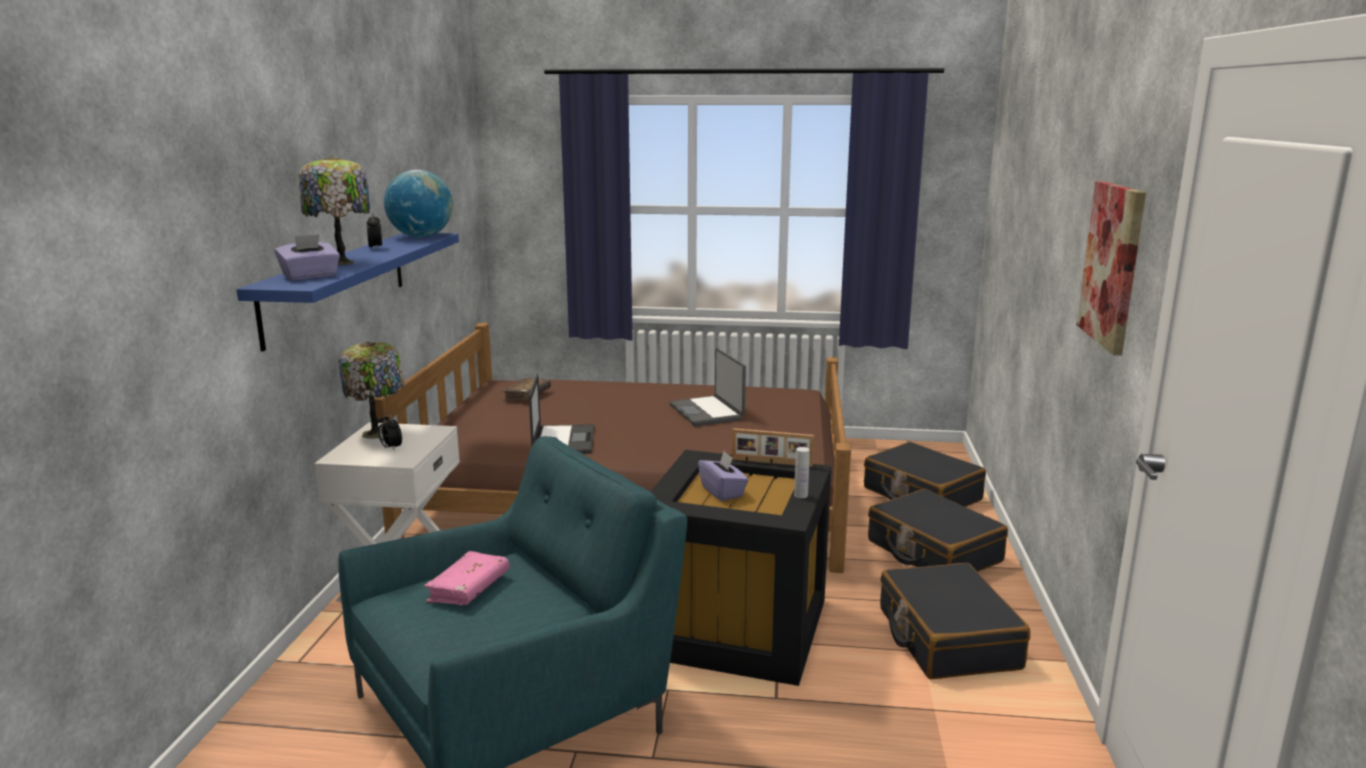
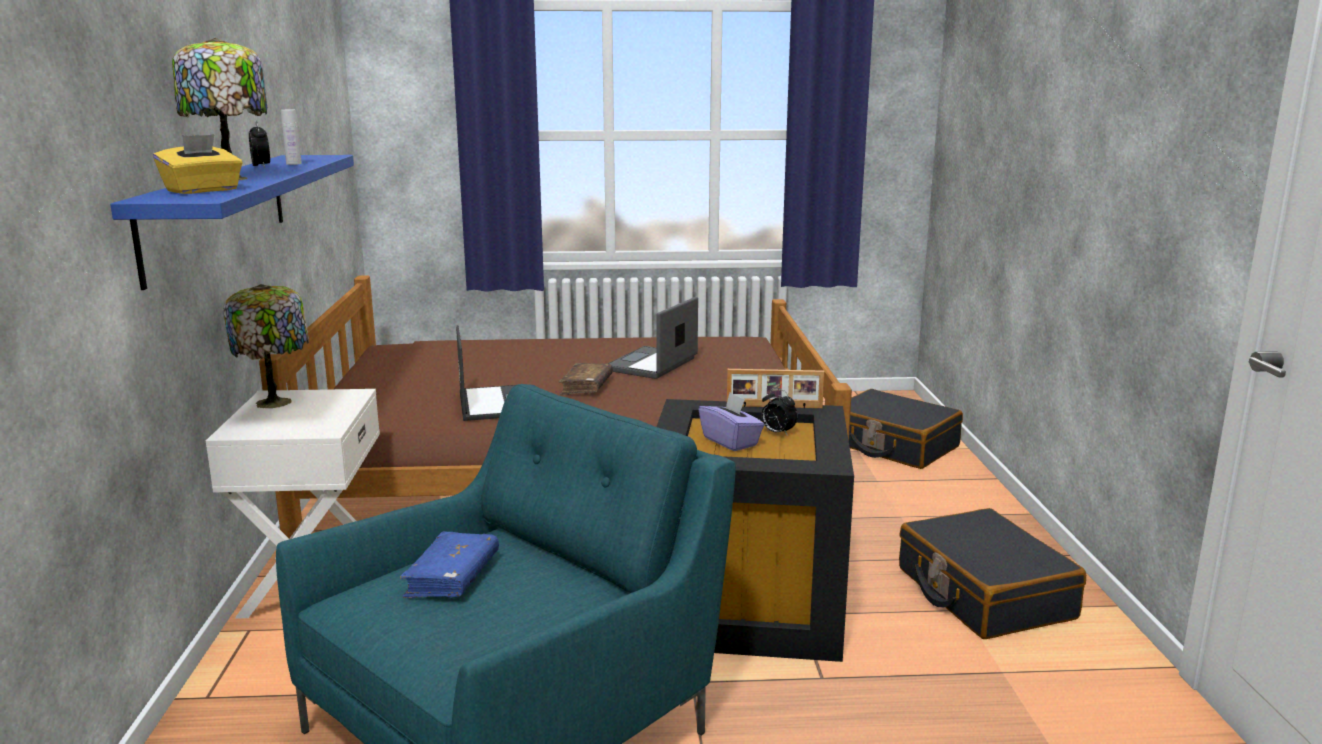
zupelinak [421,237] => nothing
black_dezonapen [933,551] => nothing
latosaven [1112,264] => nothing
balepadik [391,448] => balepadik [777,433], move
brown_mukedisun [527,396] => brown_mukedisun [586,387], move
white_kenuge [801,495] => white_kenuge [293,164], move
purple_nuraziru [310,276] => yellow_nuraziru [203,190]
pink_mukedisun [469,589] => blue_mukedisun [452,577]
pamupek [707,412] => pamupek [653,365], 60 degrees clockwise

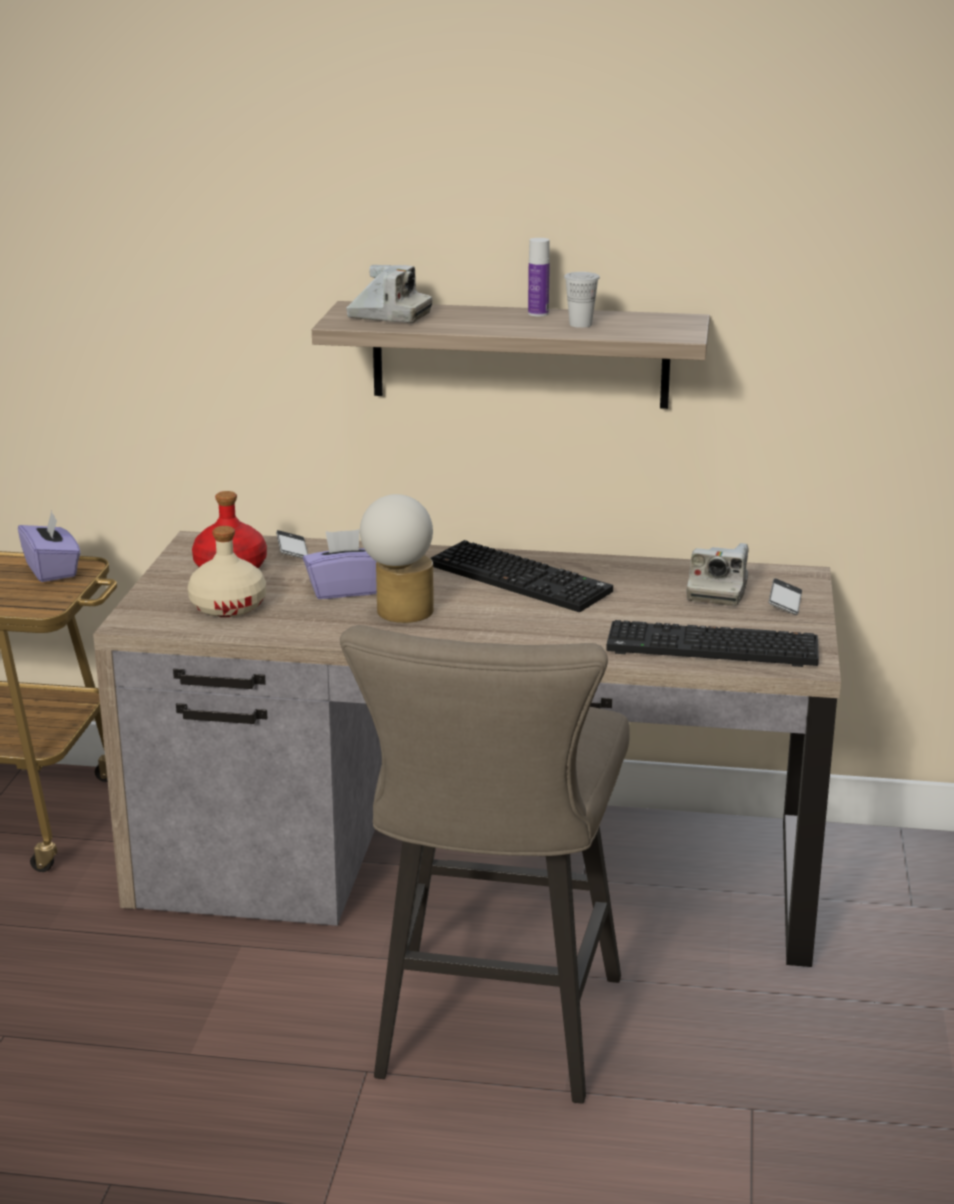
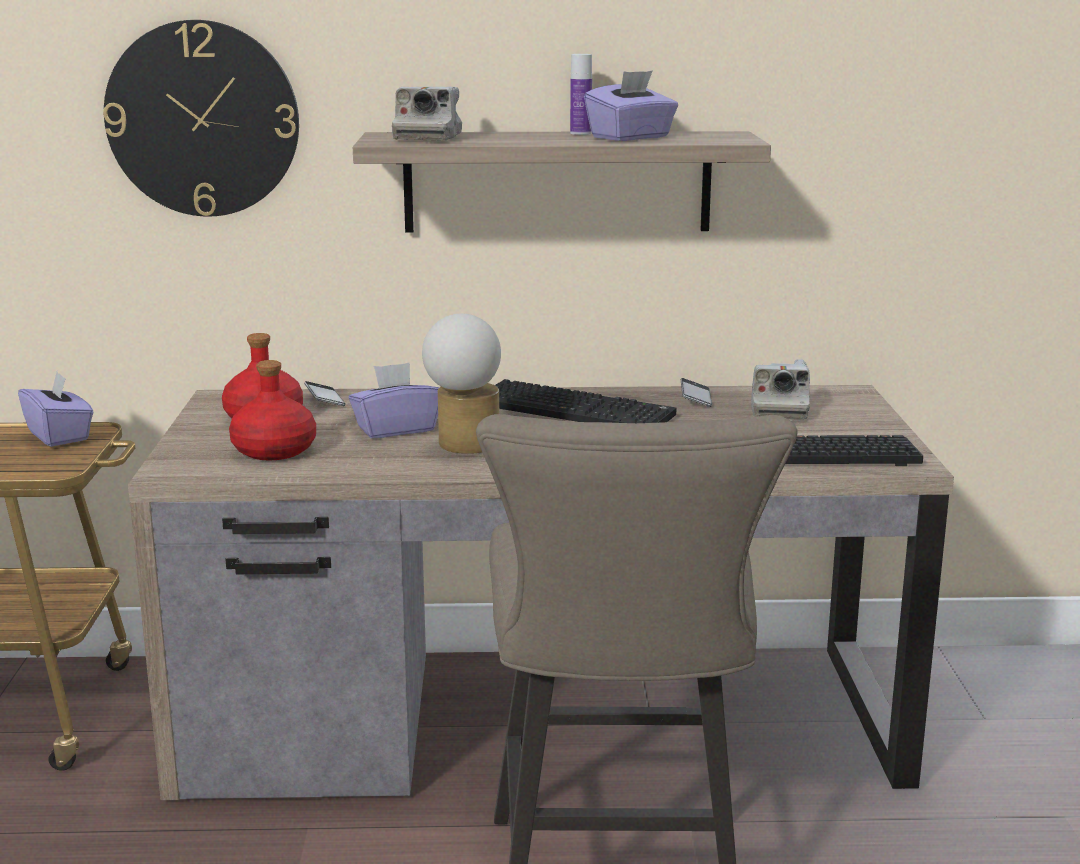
nothing => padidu [203,119]
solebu [785,602] => solebu [695,398], move
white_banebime [580,324] => purple_nuraziru [631,137]
beige_kenuge [228,606] => red_kenuge [274,450]
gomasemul [389,316] => gomasemul [428,137], 90 degrees clockwise

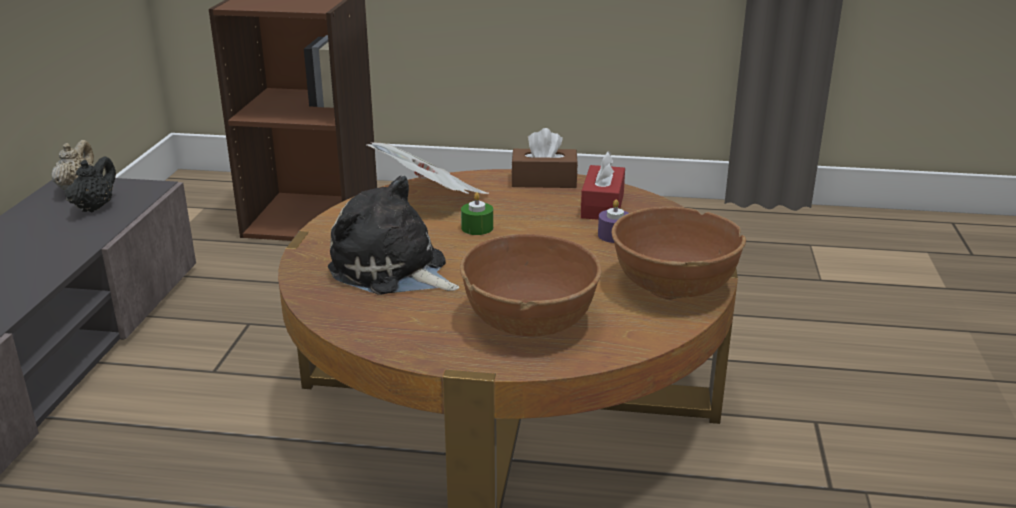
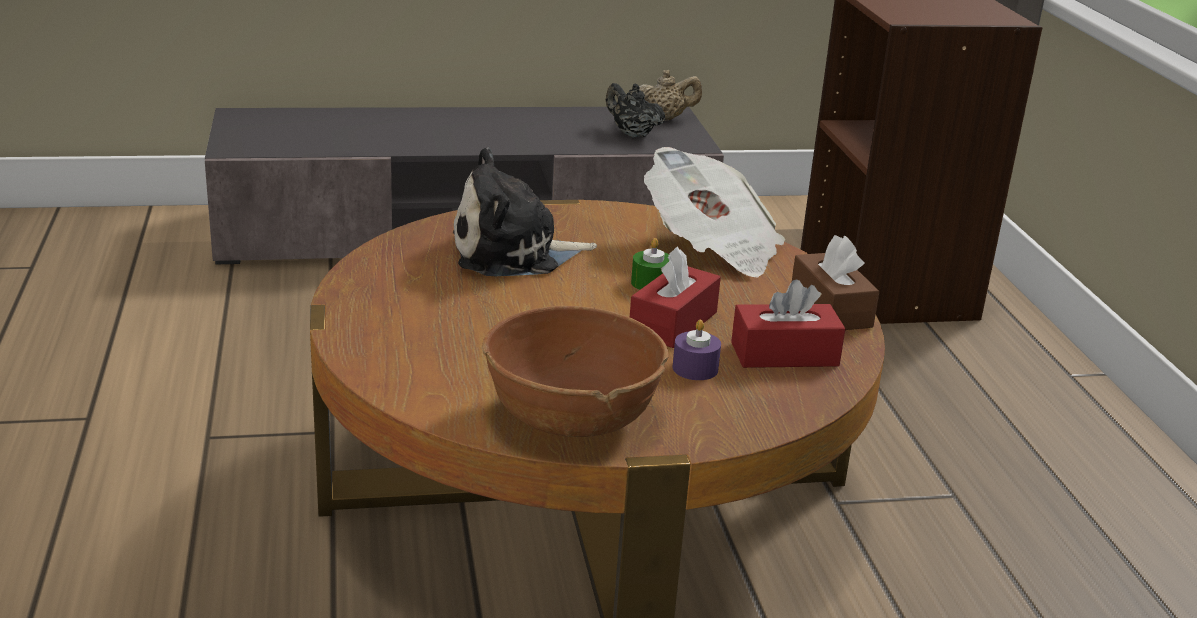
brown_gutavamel [530,321] => nothing
nothing => red_nuraziru [673,323]
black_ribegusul [95,207] => black_ribegusul [632,134], 135 degrees counterclockwise
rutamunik [392,271] => rutamunik [513,253], 120 degrees counterclockwise

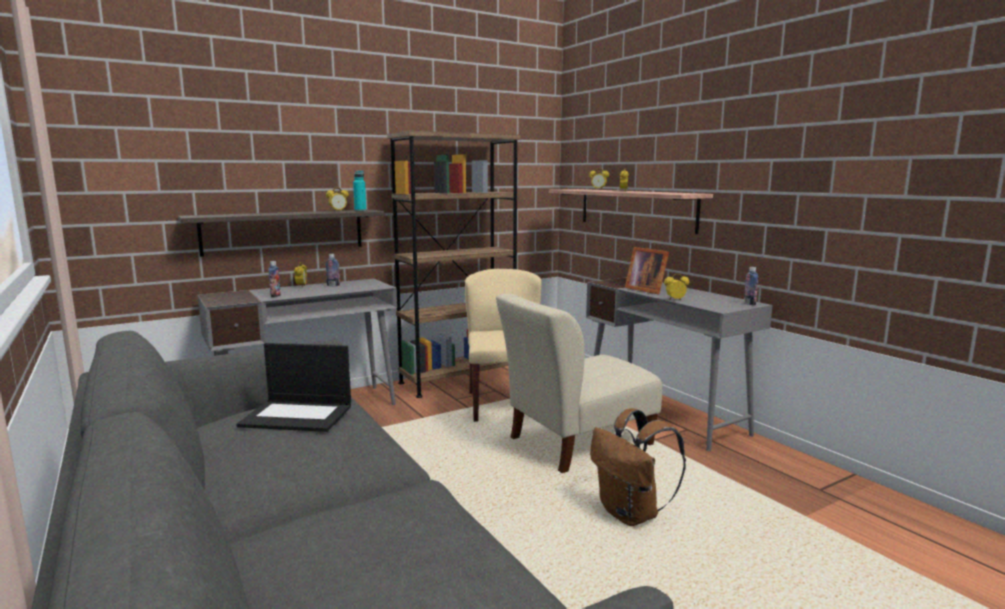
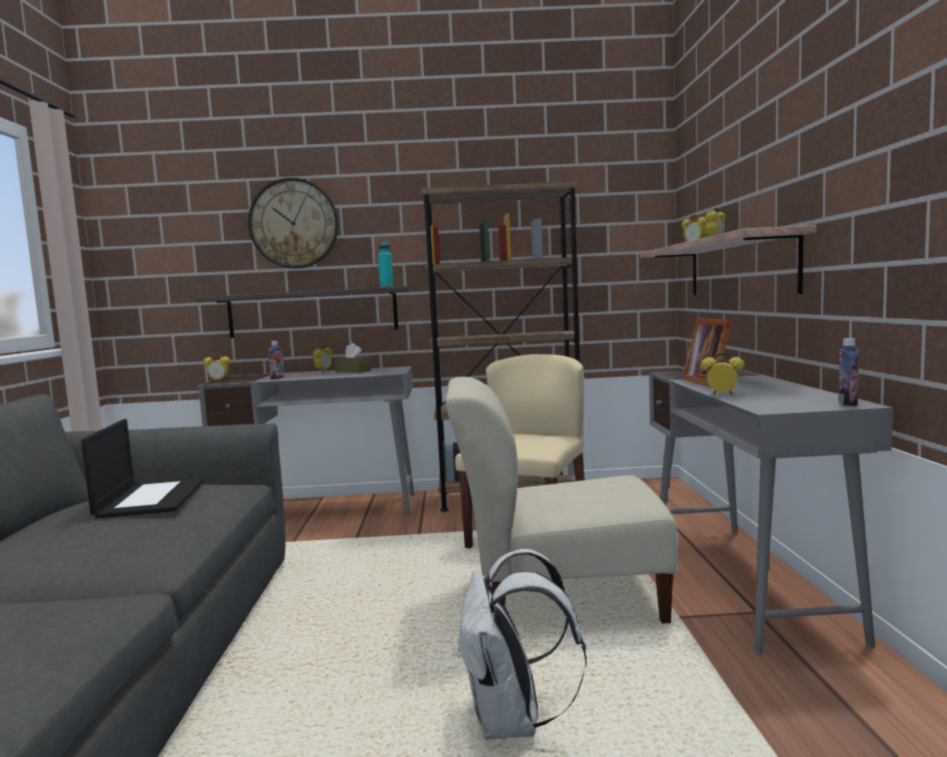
nothing => padidu [294,223]
balepadik [338,211] => balepadik [218,381], move
kenuge [333,285] => brown_nuraziru [353,371]
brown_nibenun [631,514] => white_nibenun [512,721]
pamupek [298,415] => pamupek [151,498], 135 degrees counterclockwise

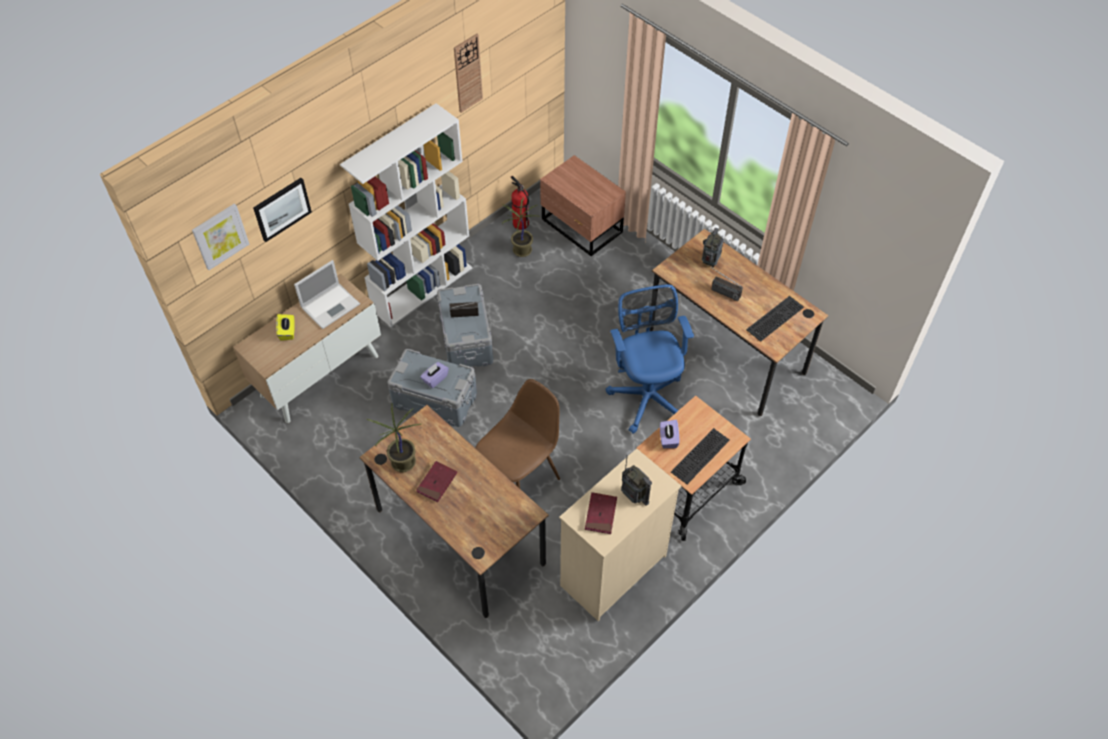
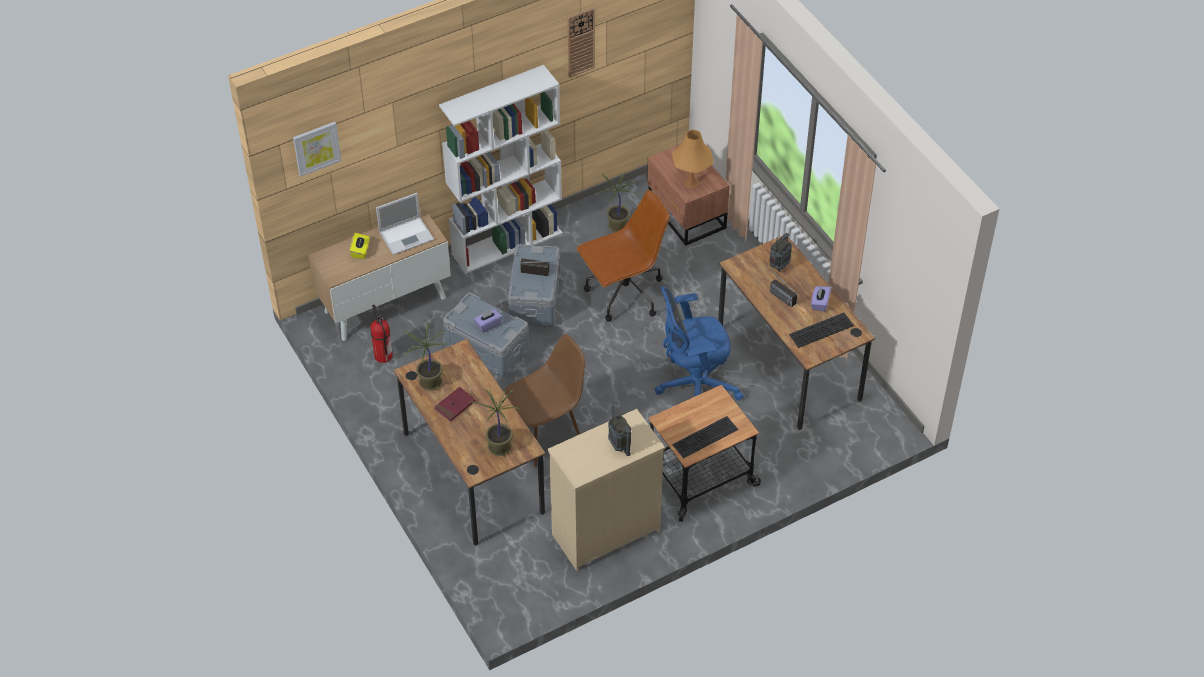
latosaven [282,209] => nothing
red_mukedisun [600,514] => nothing
nothing => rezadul [499,447]
nothing => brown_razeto [624,295]
nothing => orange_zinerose [691,182]
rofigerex [520,223] => rofigerex [382,355], move
purple_nuraziru [668,439] => purple_nuraziru [820,303], move
blue_razeto [646,394] => blue_razeto [694,386], 105 degrees counterclockwise

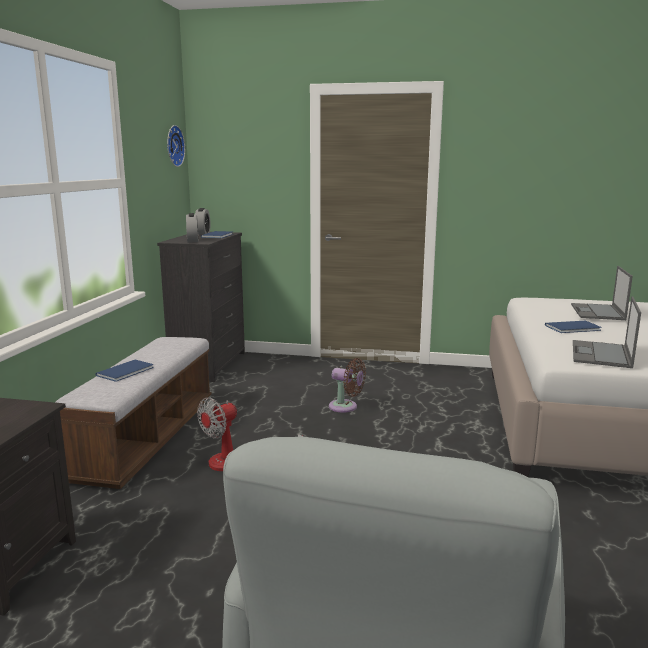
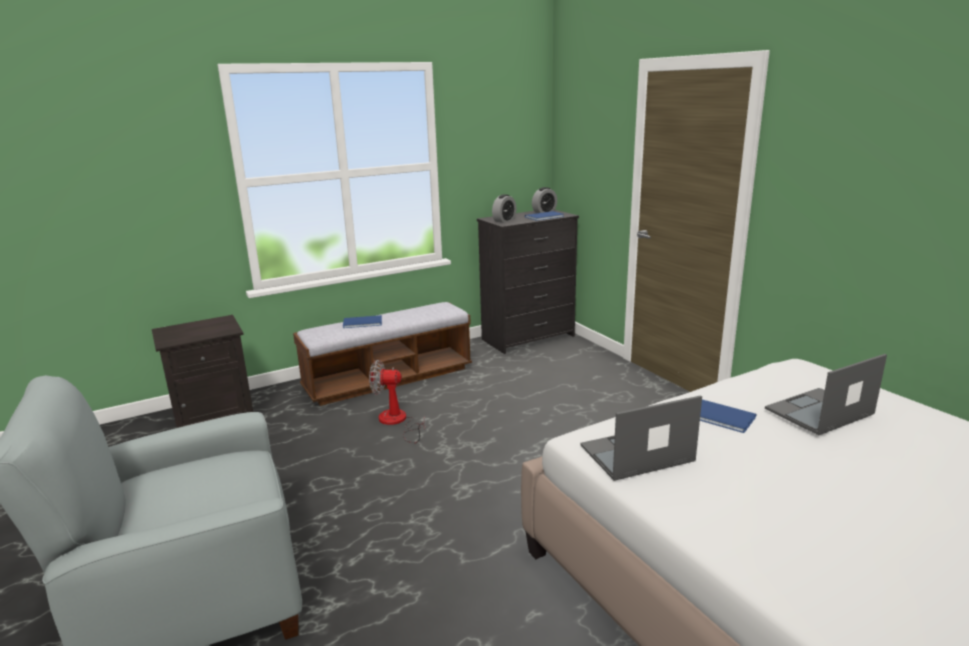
padidu [173,146] => nothing
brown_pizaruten [346,407] => nothing

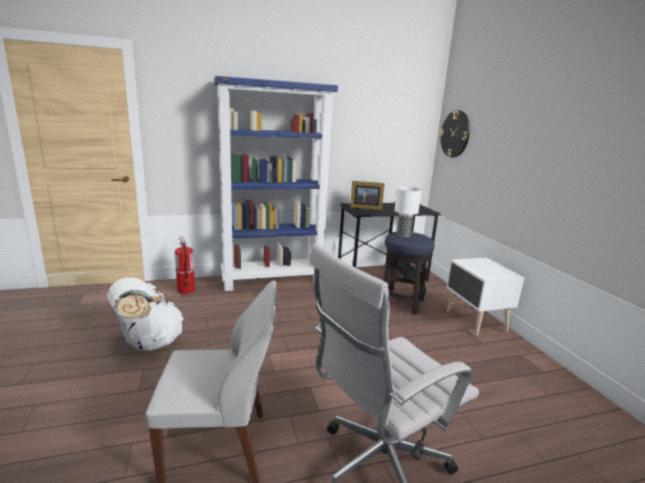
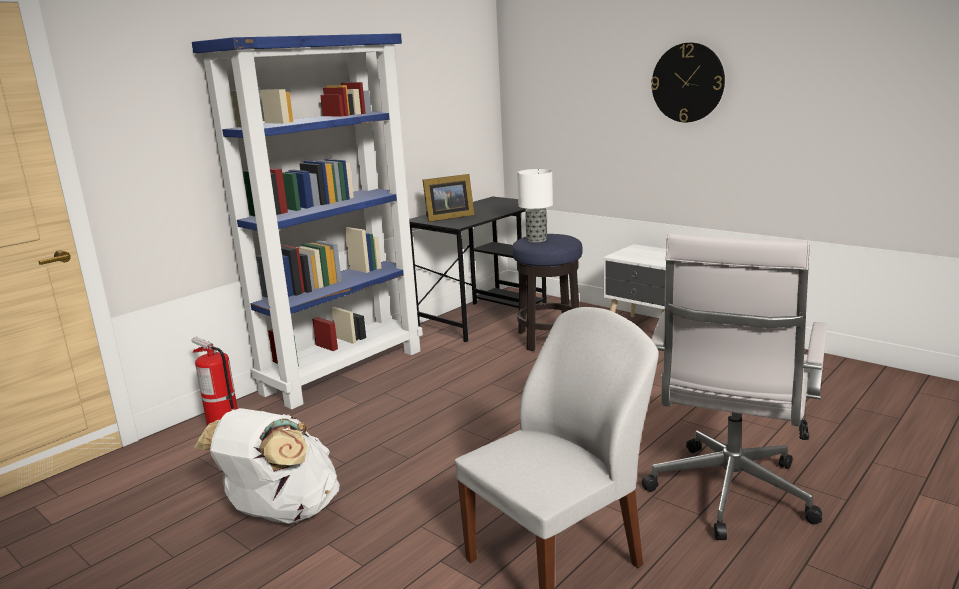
padidu [455,134] => padidu [687,83], move

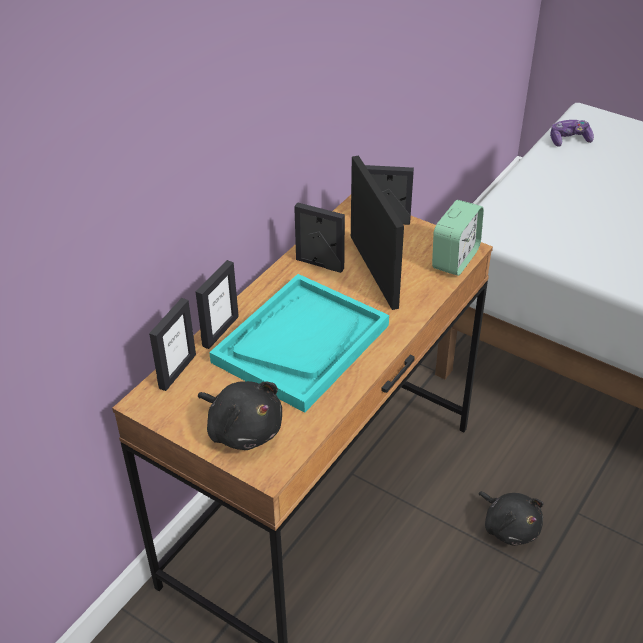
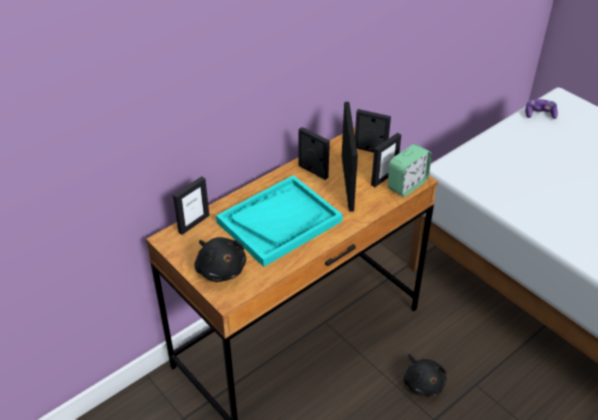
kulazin [220,331] => kulazin [384,178], move

